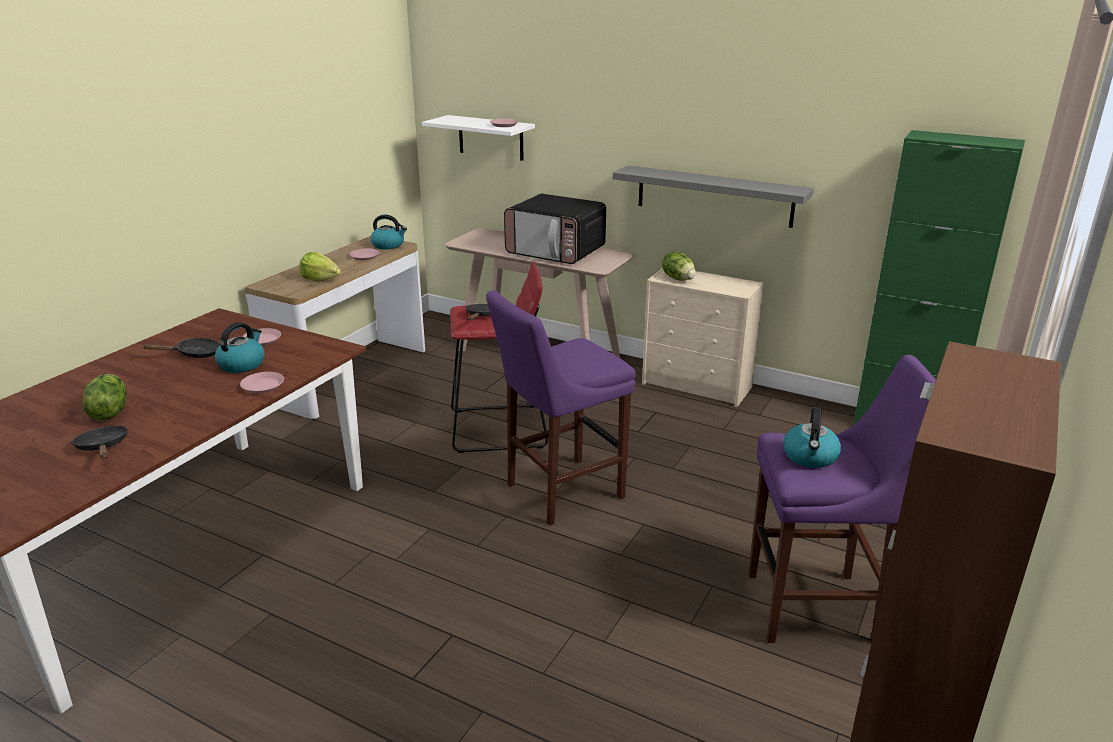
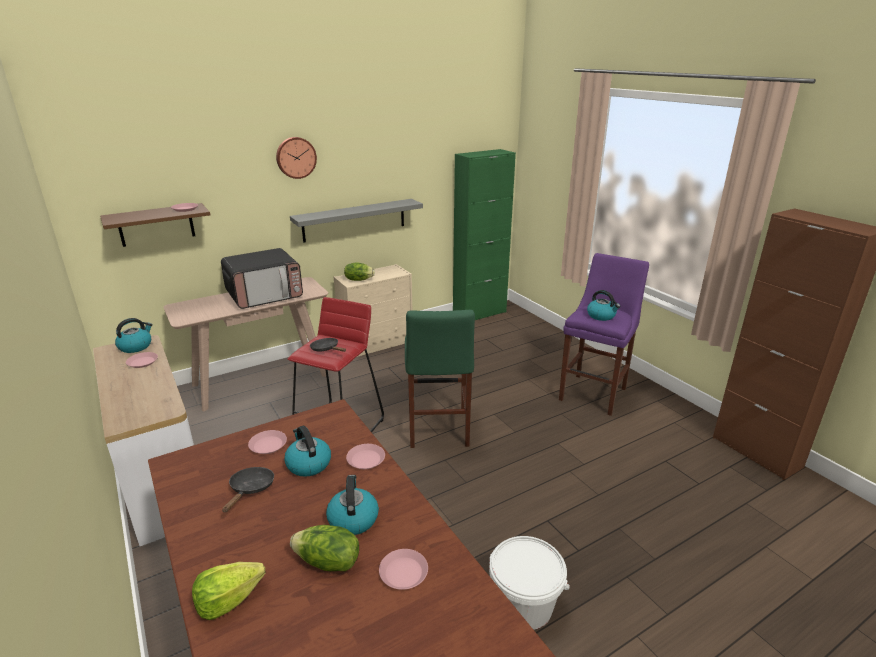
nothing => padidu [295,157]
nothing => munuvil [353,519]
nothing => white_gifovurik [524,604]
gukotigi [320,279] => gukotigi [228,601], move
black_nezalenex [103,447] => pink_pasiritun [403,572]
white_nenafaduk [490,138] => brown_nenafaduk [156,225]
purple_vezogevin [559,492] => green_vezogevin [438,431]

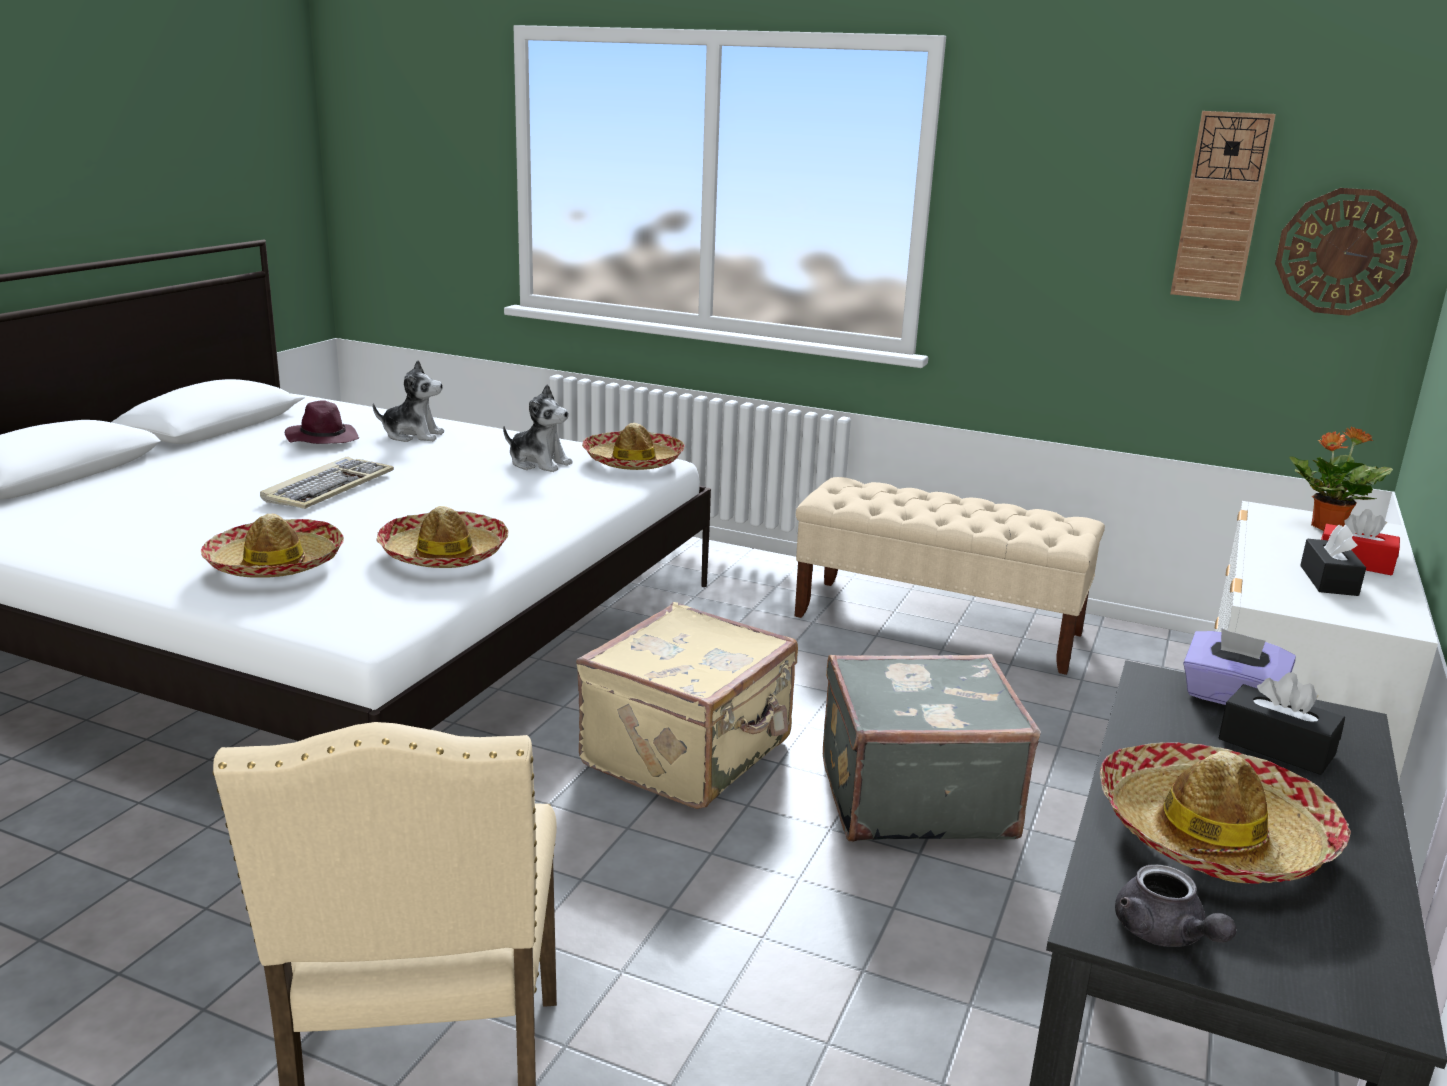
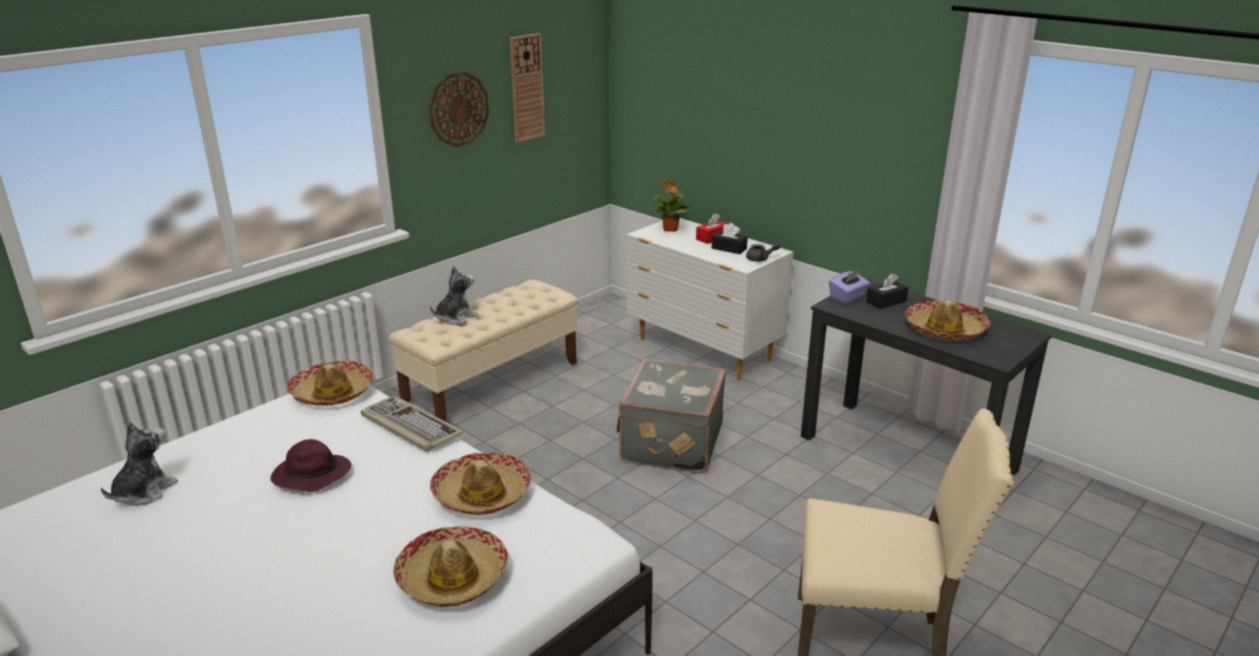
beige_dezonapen [690,753] => nothing
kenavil [328,487] => kenavil [409,426], move
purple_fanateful [322,439] => purple_fanateful [310,476], move
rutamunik [539,463] => rutamunik [455,317], move
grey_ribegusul [1165,935] => grey_ribegusul [760,259], move
padidu [1344,252] => padidu [458,109], move

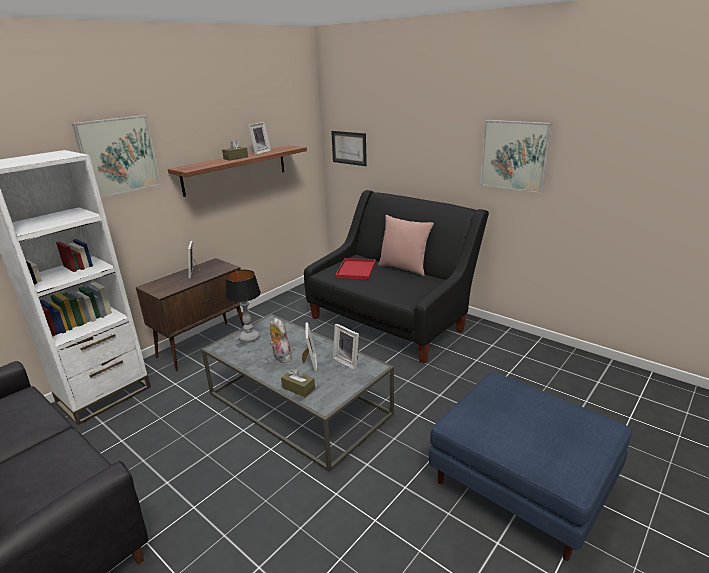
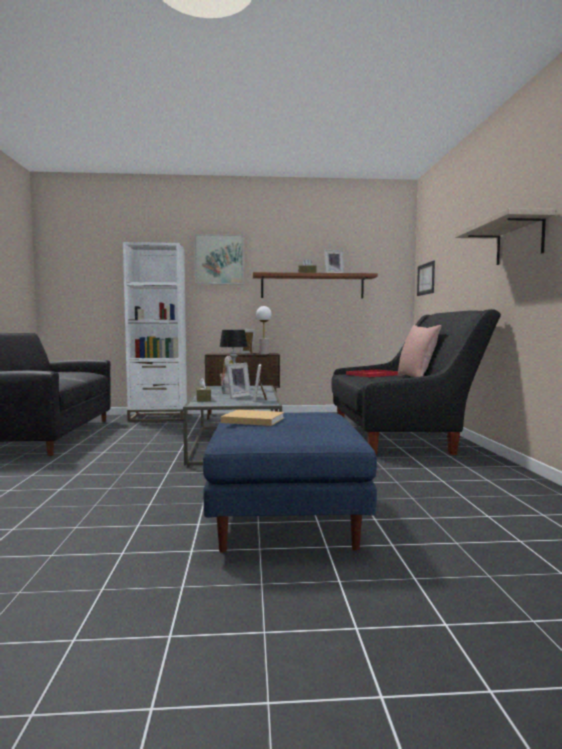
nothing => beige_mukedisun [251,420]
nothing => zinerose [263,354]
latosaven [514,155] => nenafaduk [519,241]

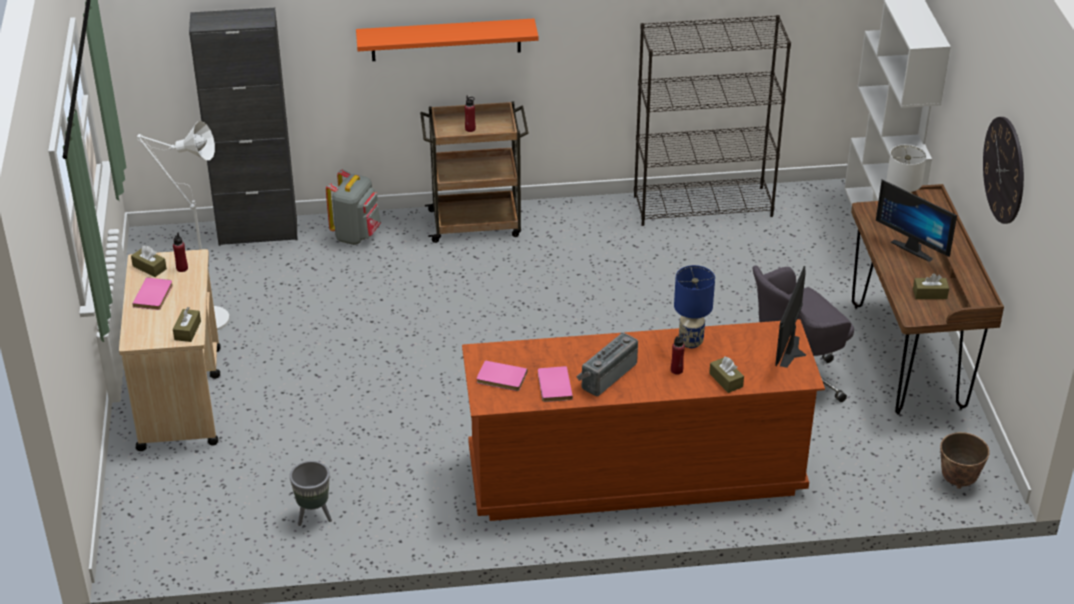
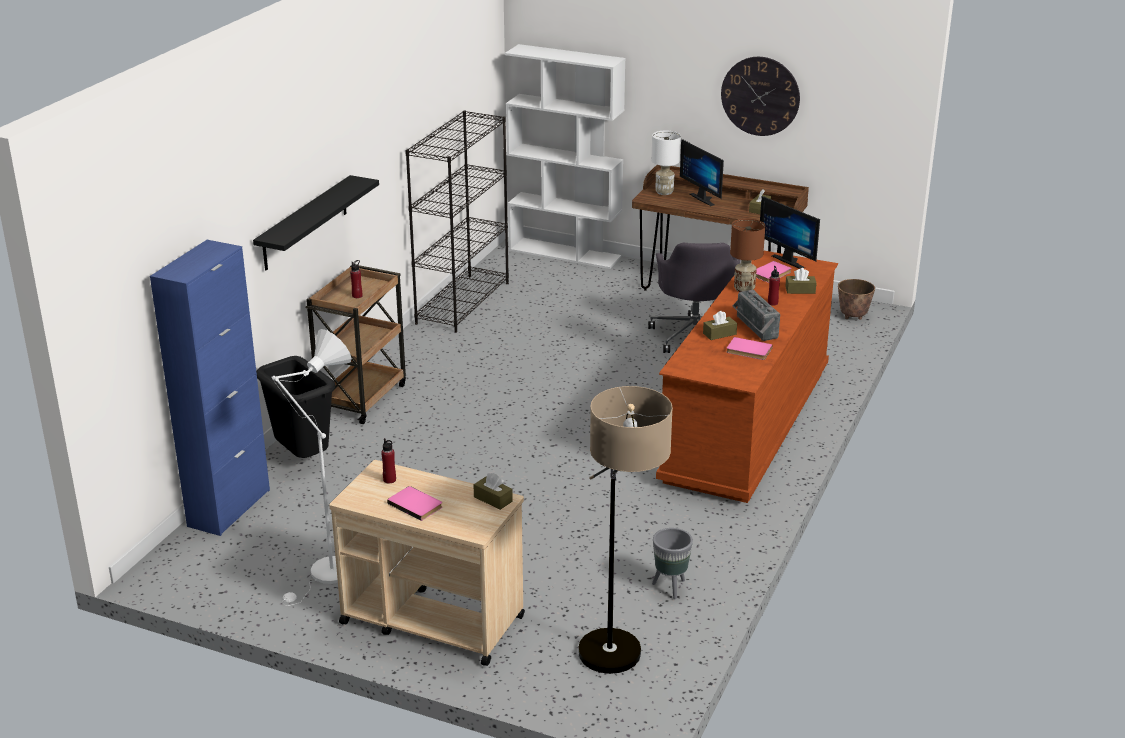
nothing => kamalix [617,669]
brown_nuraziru [149,267] => brown_nuraziru [719,334], move
pink_mukedisun [501,378] => pink_mukedisun [772,274], move
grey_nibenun [356,235] => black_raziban [302,458]
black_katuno [258,232] => blue_katuno [229,508]
orange_nenafaduk [446,39] => black_nenafaduk [305,223]
blue_zinerose [691,341] => brown_zinerose [744,289]
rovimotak [914,248] => rovimotak [705,198], 75 degrees clockwise

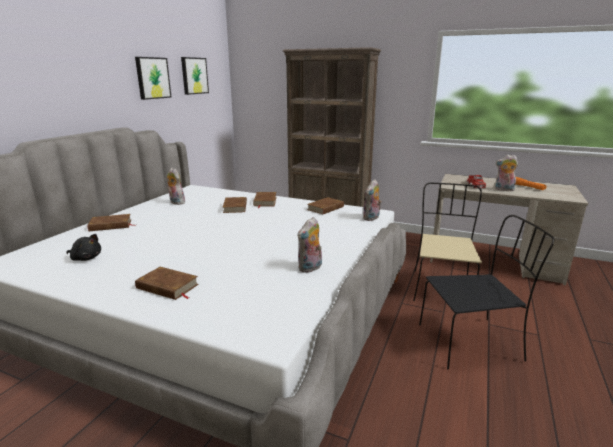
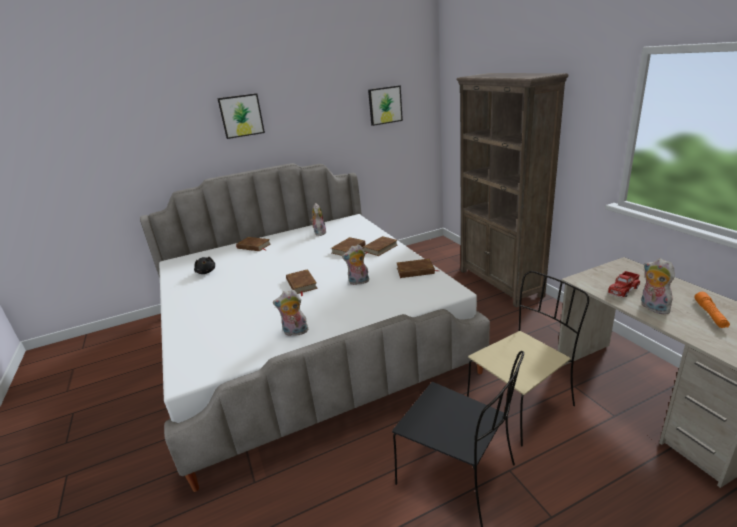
latosaven [152,78] => latosaven [241,115], move
brown_mukedisun [167,287] => brown_mukedisun [301,284], move
rutamunik [371,218] => rutamunik [358,282], move

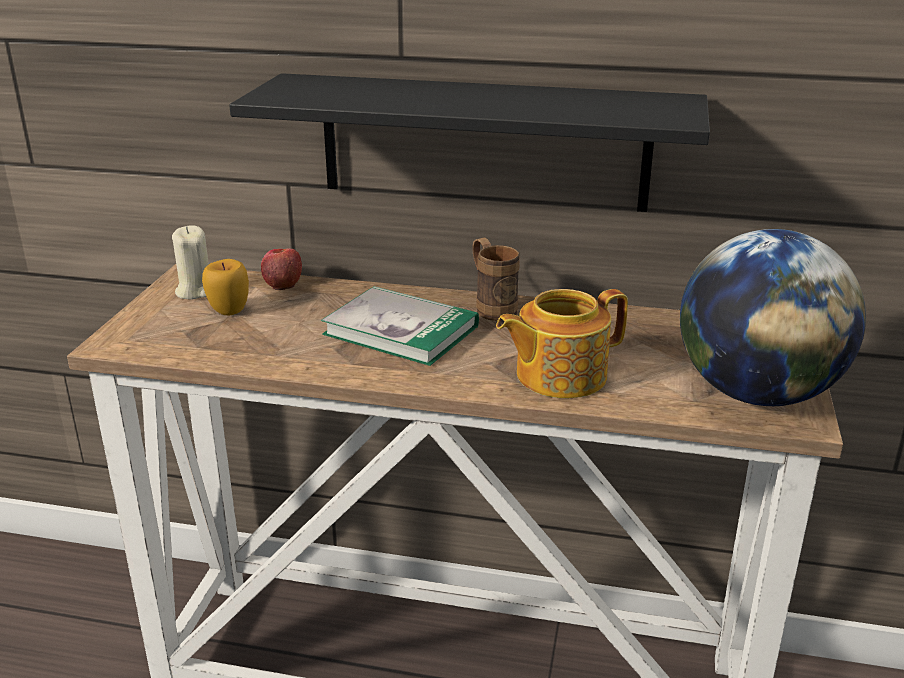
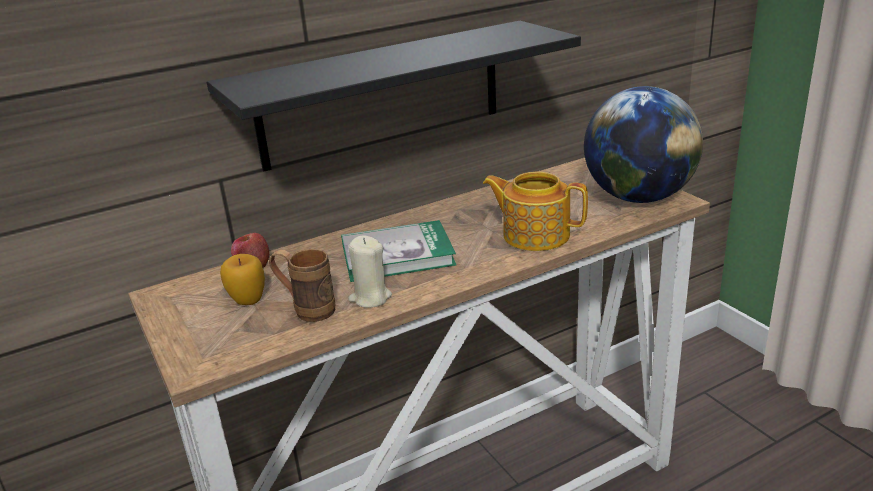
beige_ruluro [195,291] => beige_ruluro [370,298], move
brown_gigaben [491,307] => brown_gigaben [306,309], move
ribegusul [558,375] => ribegusul [534,235], 90 degrees clockwise

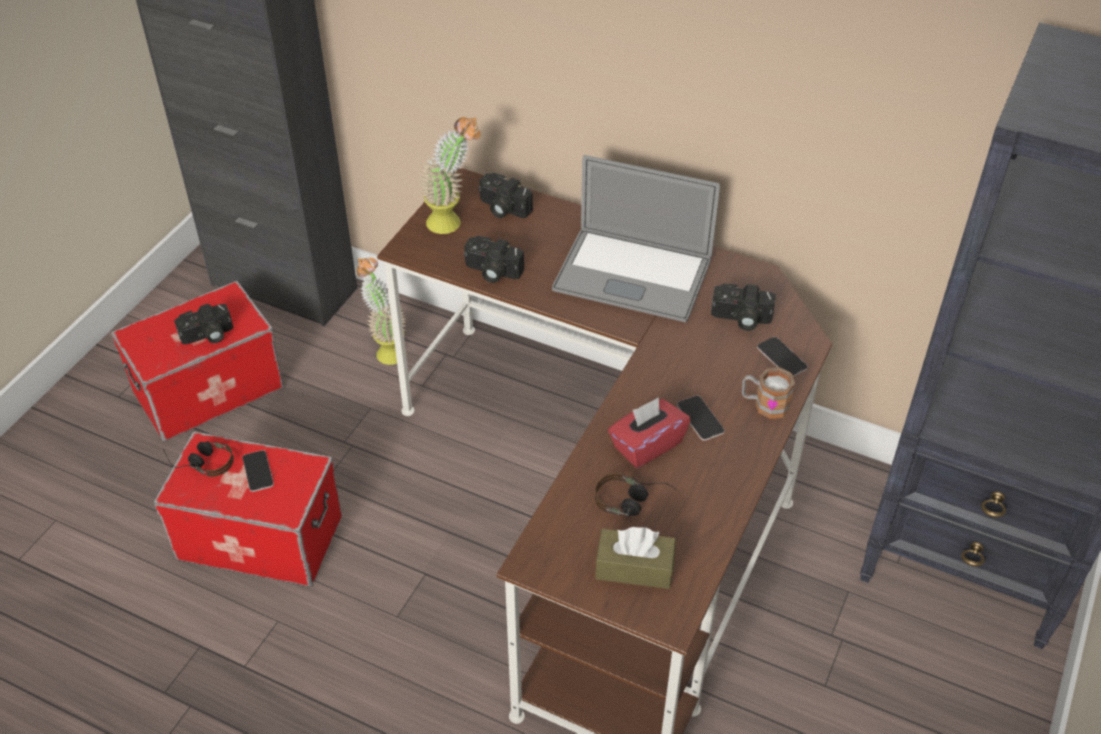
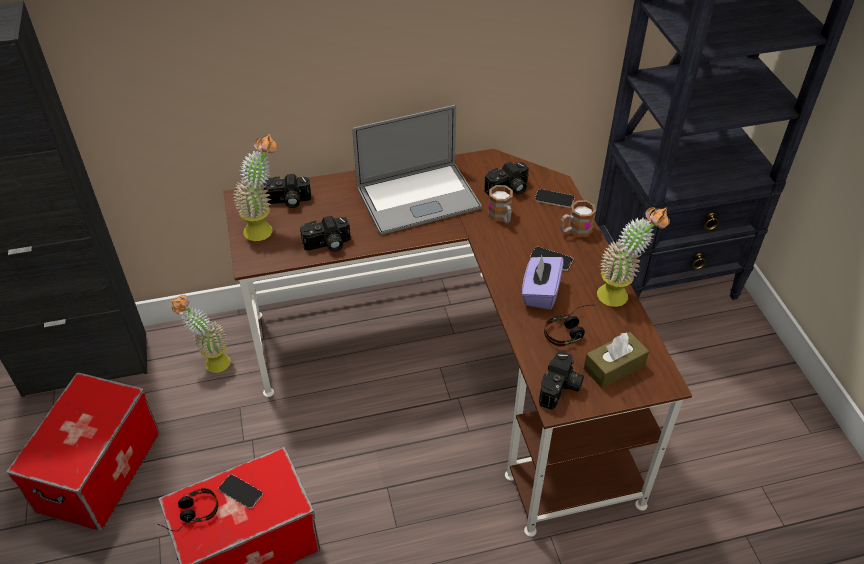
nothing => gigaben [501,217]
nothing => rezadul [620,294]
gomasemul [207,336] => gomasemul [561,389], move
red_nuraziru [646,445] => purple_nuraziru [540,293]

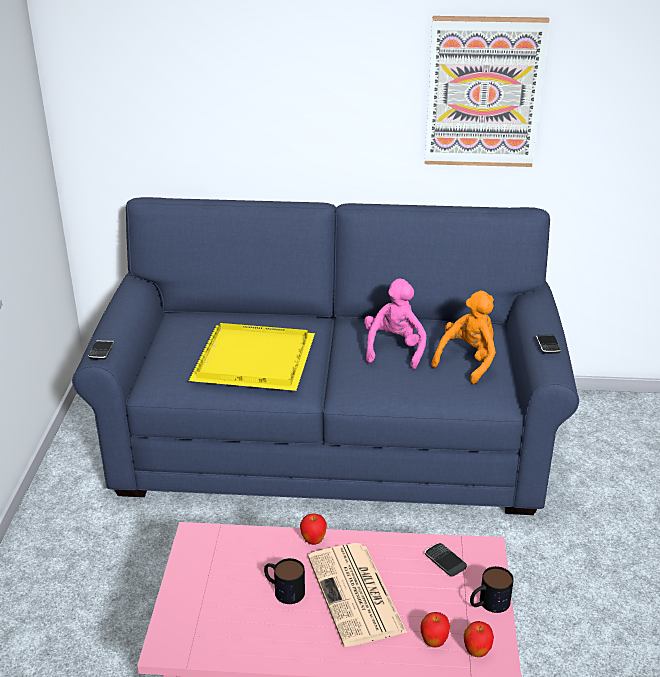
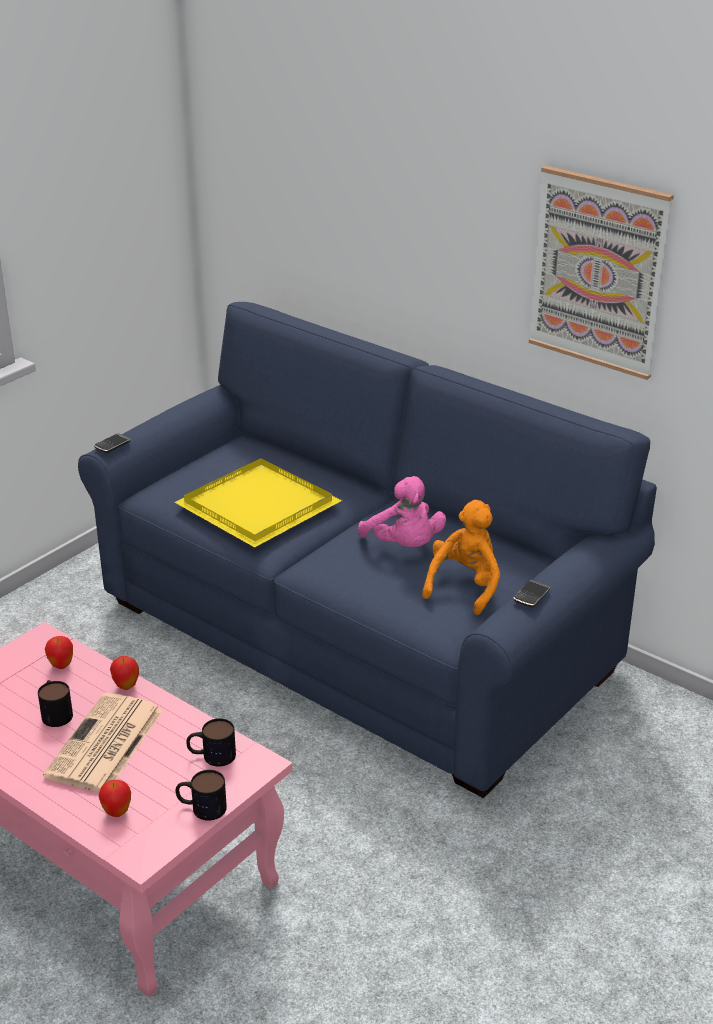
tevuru [477,652] => tevuru [61,665], move
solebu [445,561] => gigaben [211,756]
pink_rutamunik [394,349] => pink_rutamunik [404,546], 105 degrees clockwise
orange_rutamunik [468,361] => orange_rutamunik [465,586], 45 degrees counterclockwise

